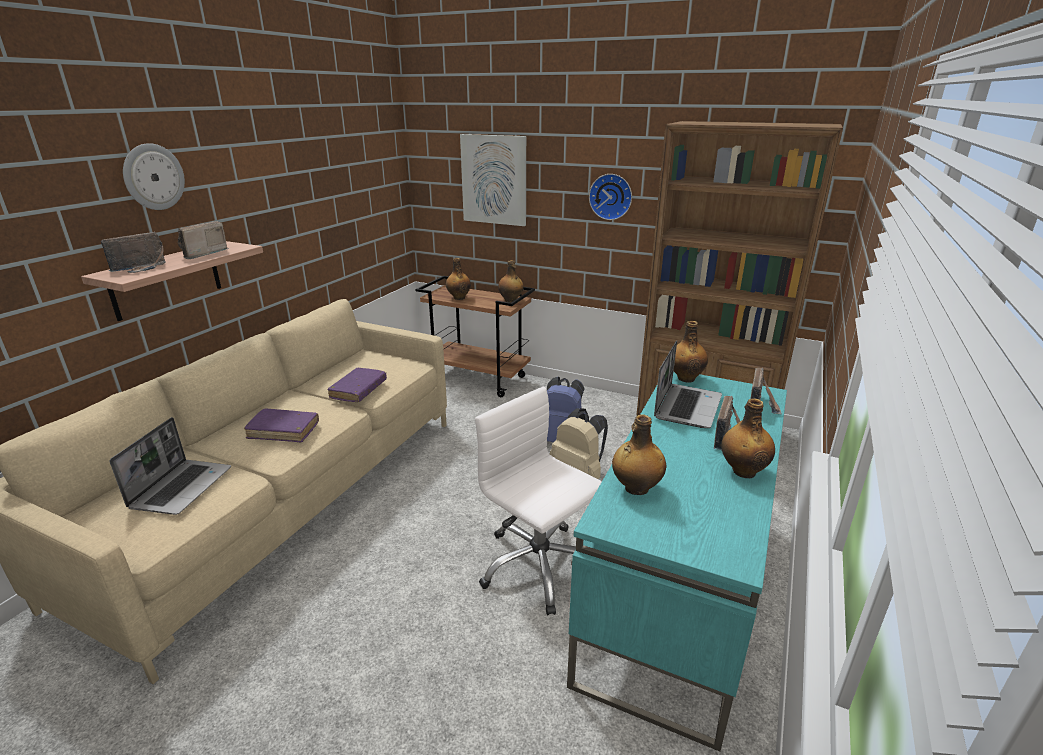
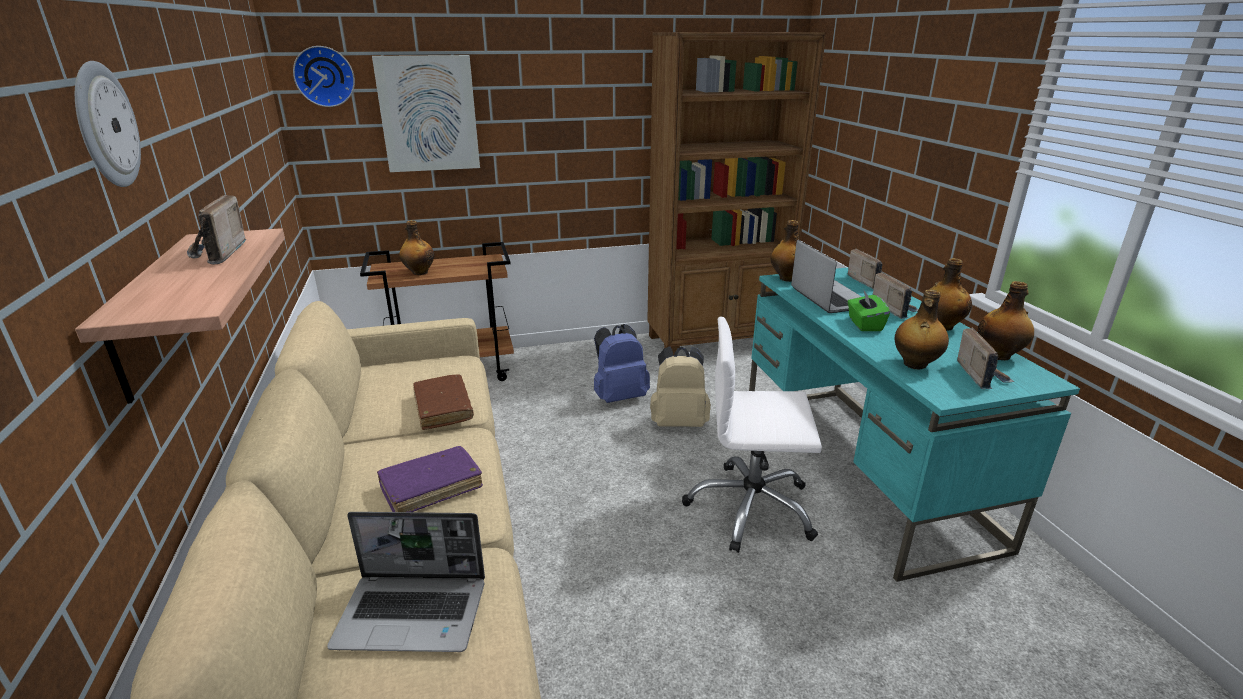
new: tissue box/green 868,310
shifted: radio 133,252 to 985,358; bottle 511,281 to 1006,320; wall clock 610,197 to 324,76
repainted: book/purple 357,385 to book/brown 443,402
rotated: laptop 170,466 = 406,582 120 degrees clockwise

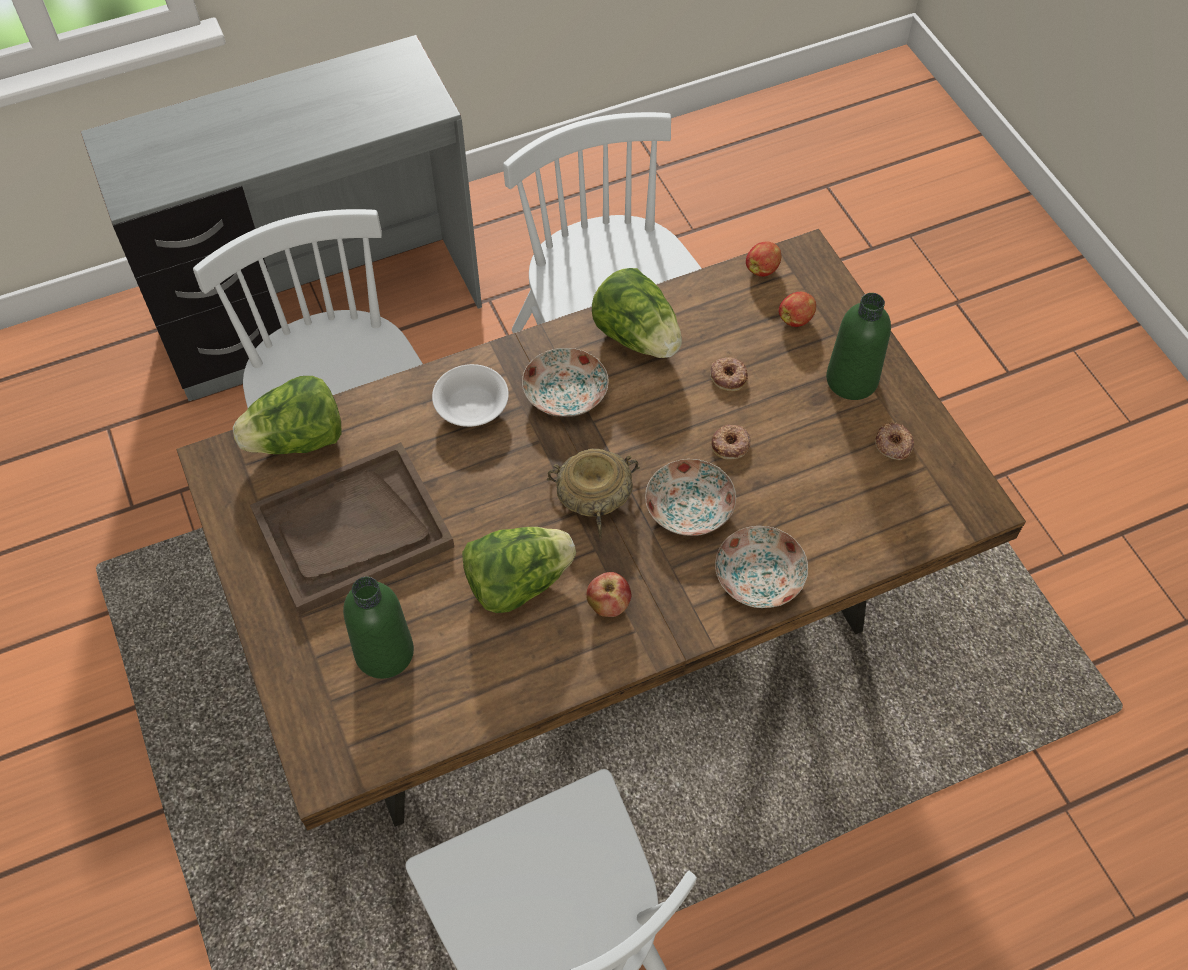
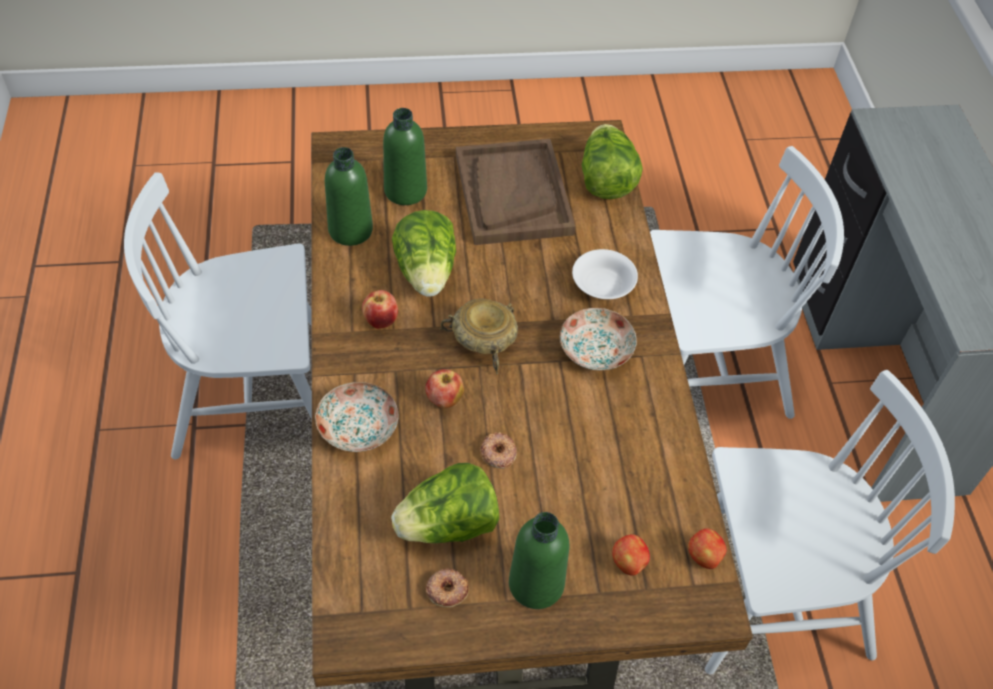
gone: donut 729,374
new: bottle/green 349,196
shifted: lettuce 637,313 to 445,503
swapped: plate 690,497 to apple 444,388

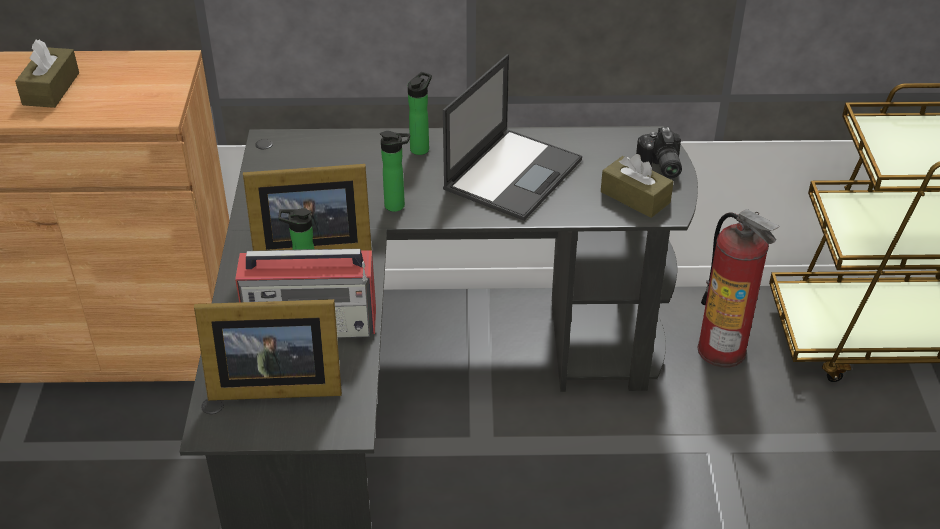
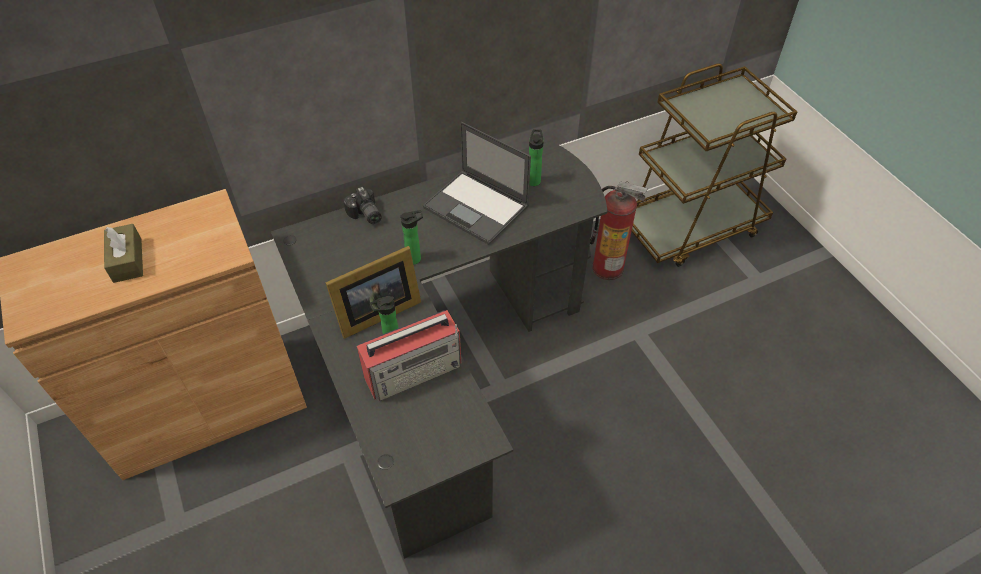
gone: picture frame 268,350; tissue box/brown 637,186
shifted: bottle 420,113 to 536,157; photo camera 659,152 to 362,205
rotated: laptop 512,137 = 477,183 120 degrees clockwise

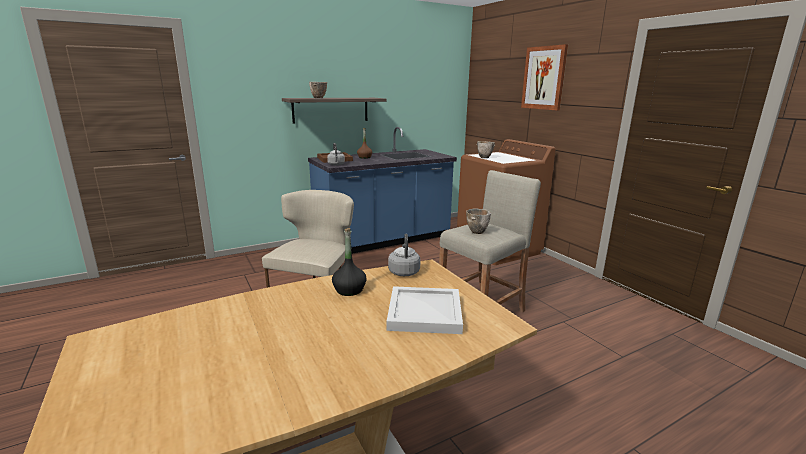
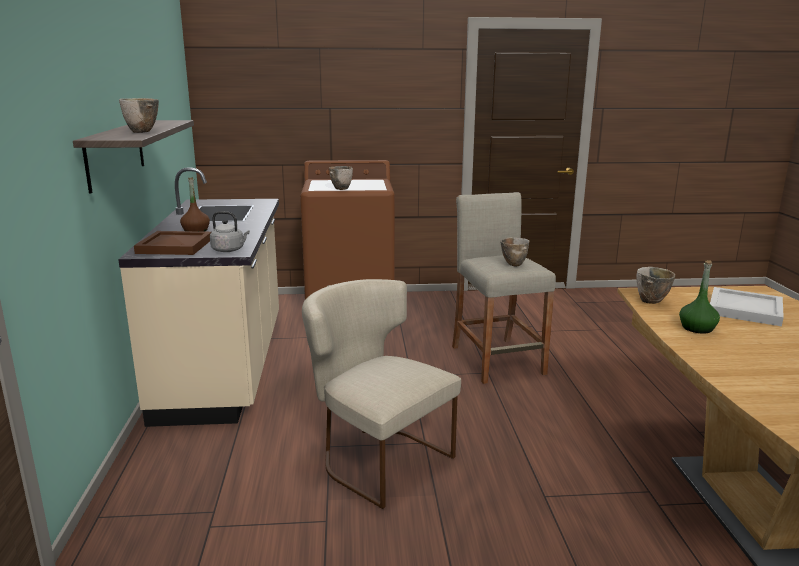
gone: picture 544,77
swapped: kettle/grey 404,255 to bowl 655,285
repainted: counter/blue 382,190 to counter/beige 198,297; bottle/black 349,262 to bottle/green 699,297

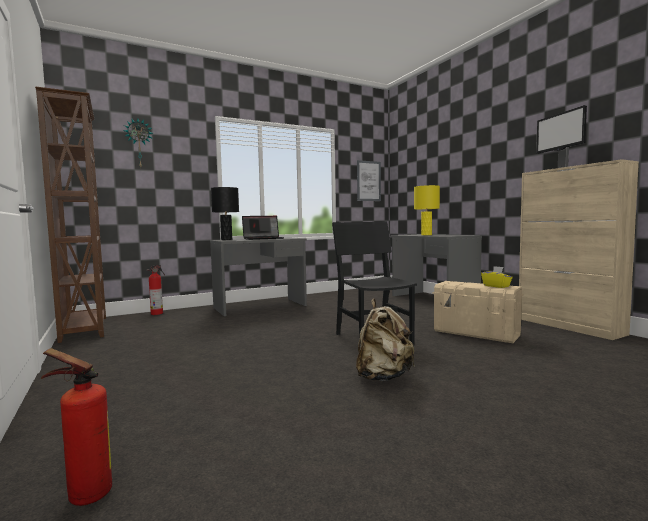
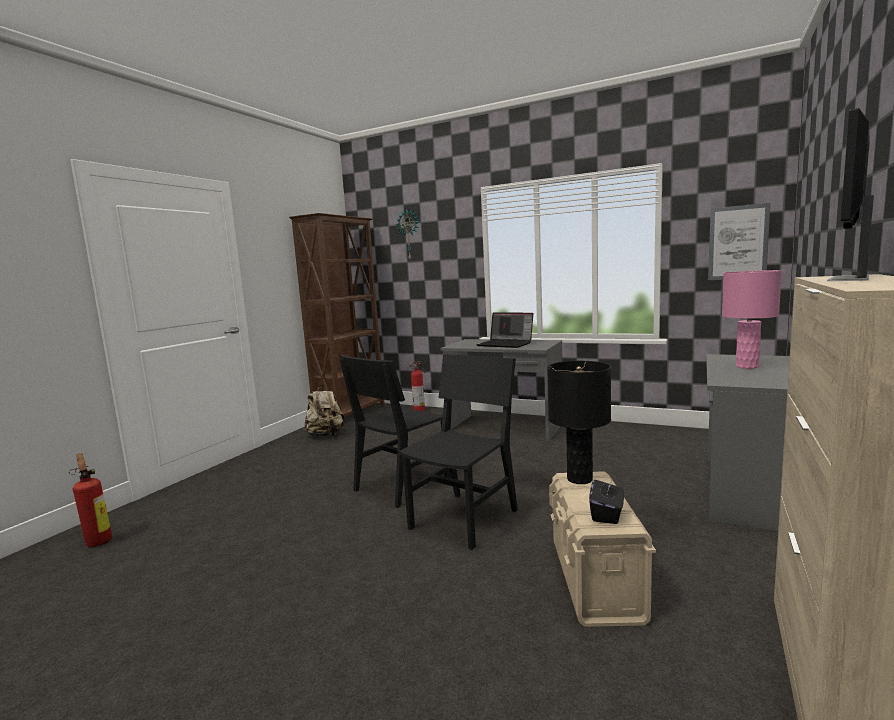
new: chair/black 394,431
shifted: table lamp/black 225,213 to 579,422; backpack/beige 385,340 to 323,411
repainted: table lamp/yellow 427,210 to table lamp/pink 752,319; tissue box/yellow 497,277 to tissue box/black 606,501

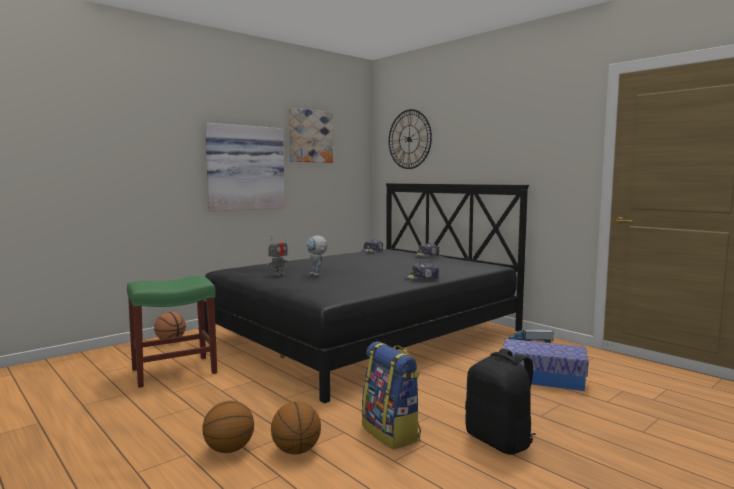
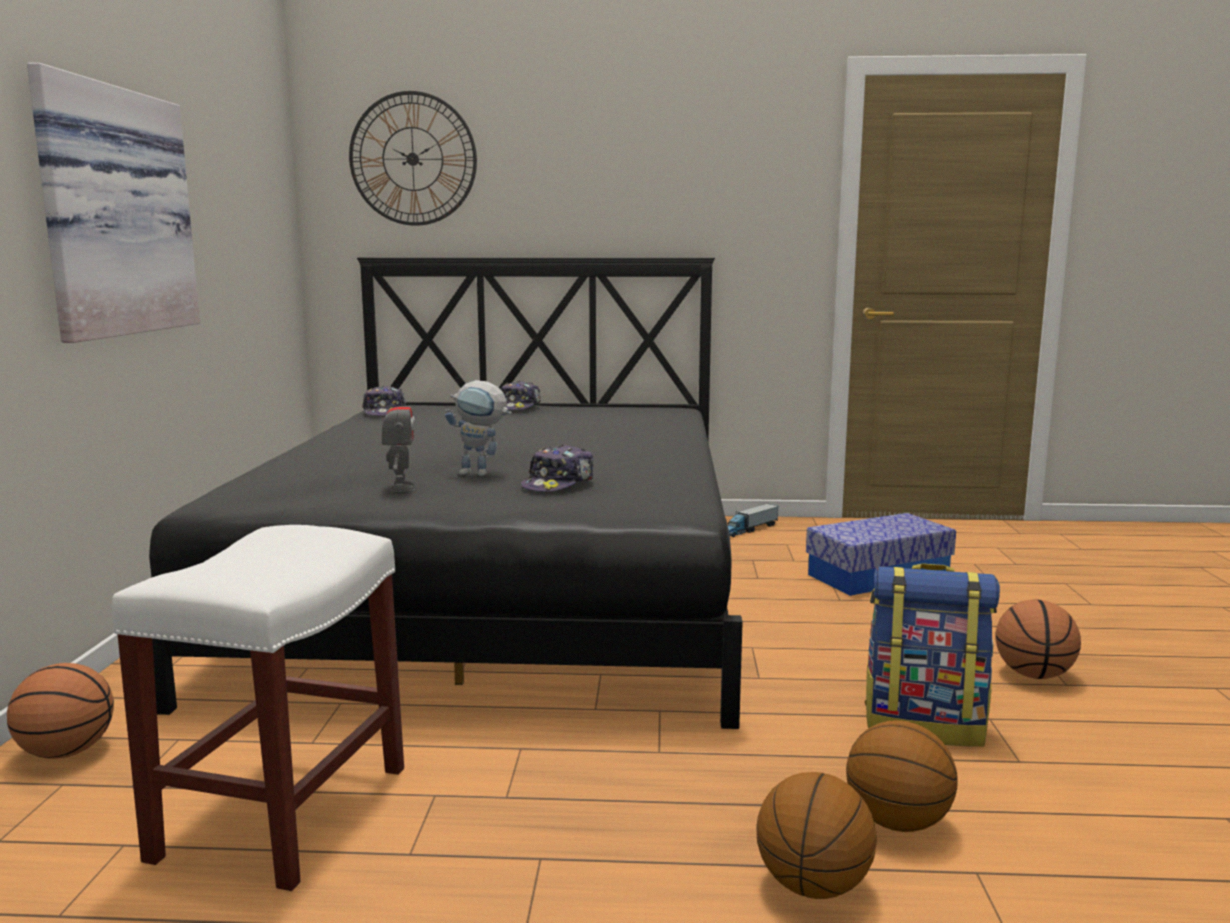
gone: picture 311,135
shifted: cap 421,271 to 557,468
swapped: backpack/black 500,402 to basketball 1038,639
repainted: stool/green 172,332 to stool/white 257,708

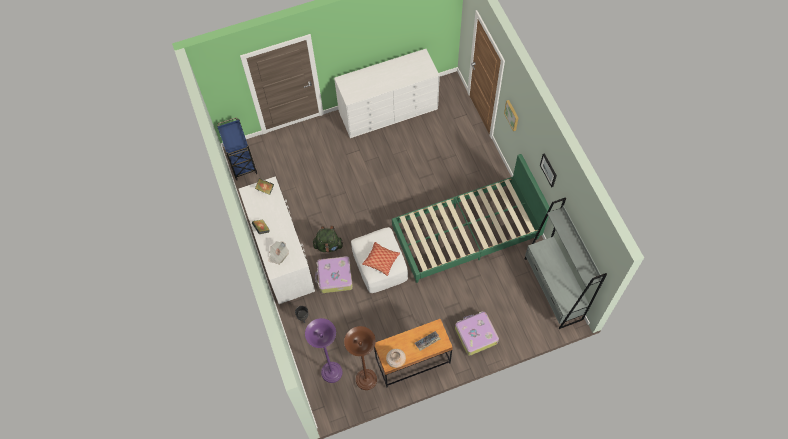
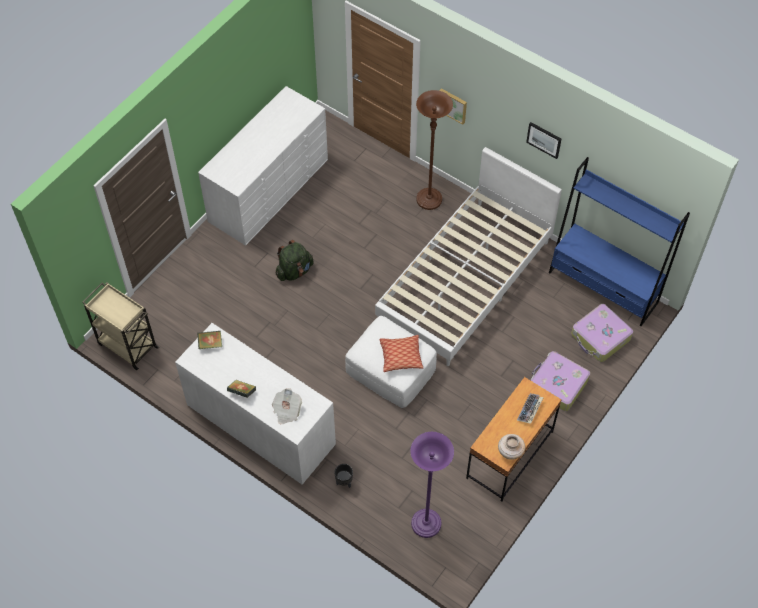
shifted: backpack/green 328,239 to 295,260; suitcase 334,274 to 602,333; floor lamp/brown 360,358 to 434,150
repainted: cart/blue 237,149 to cart/beige 120,326; bed/green 470,218 to bed/white 468,256; bookcase/grey 566,263 to bookcase/blue 619,241

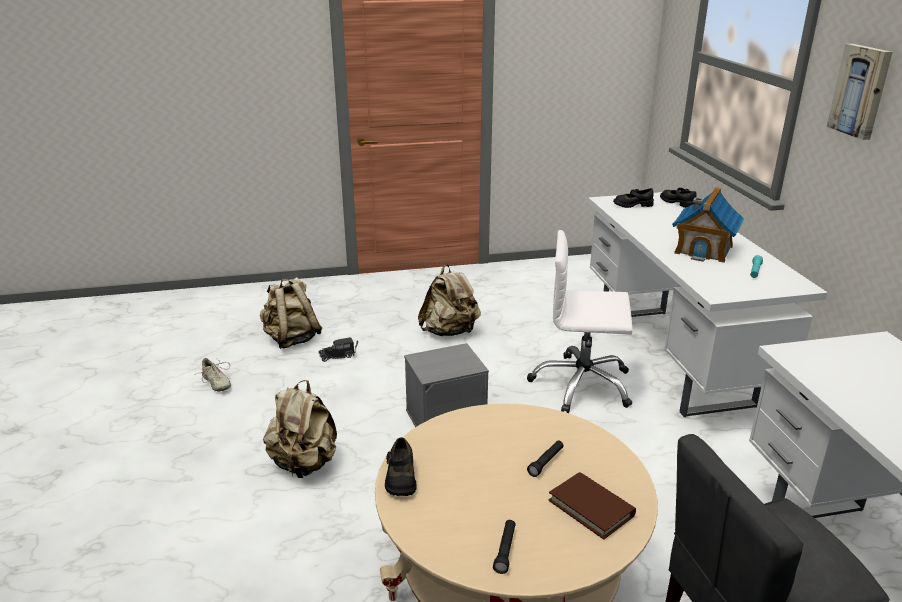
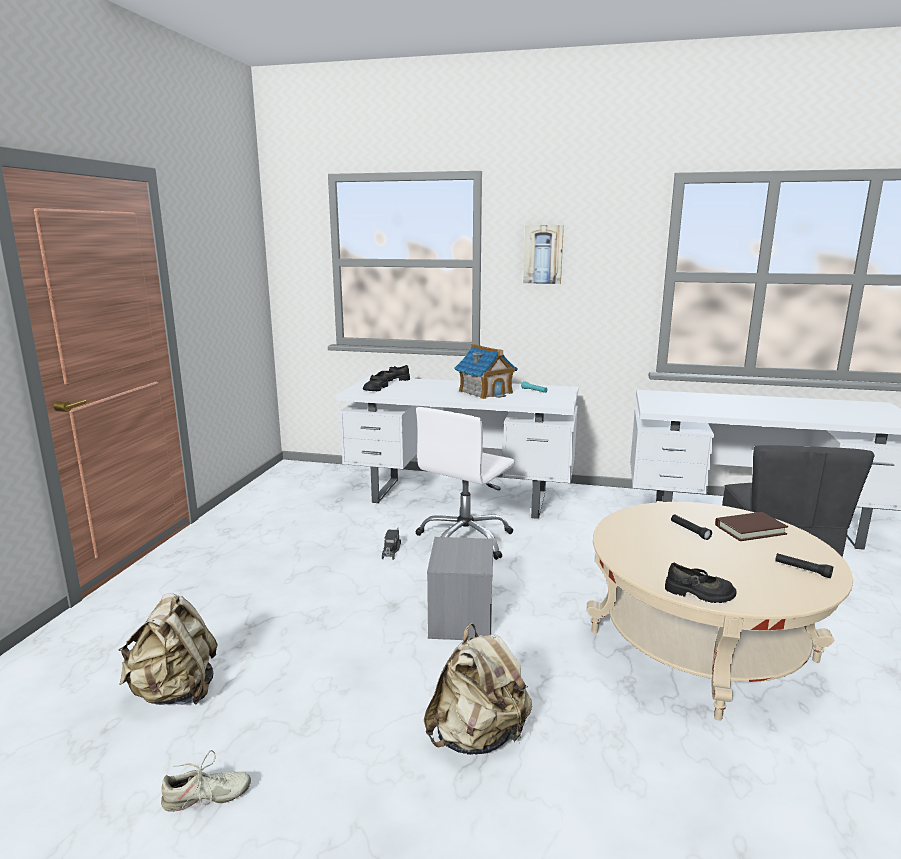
gone: backpack/beige 449,300
shifted: toy truck 338,349 to 391,544

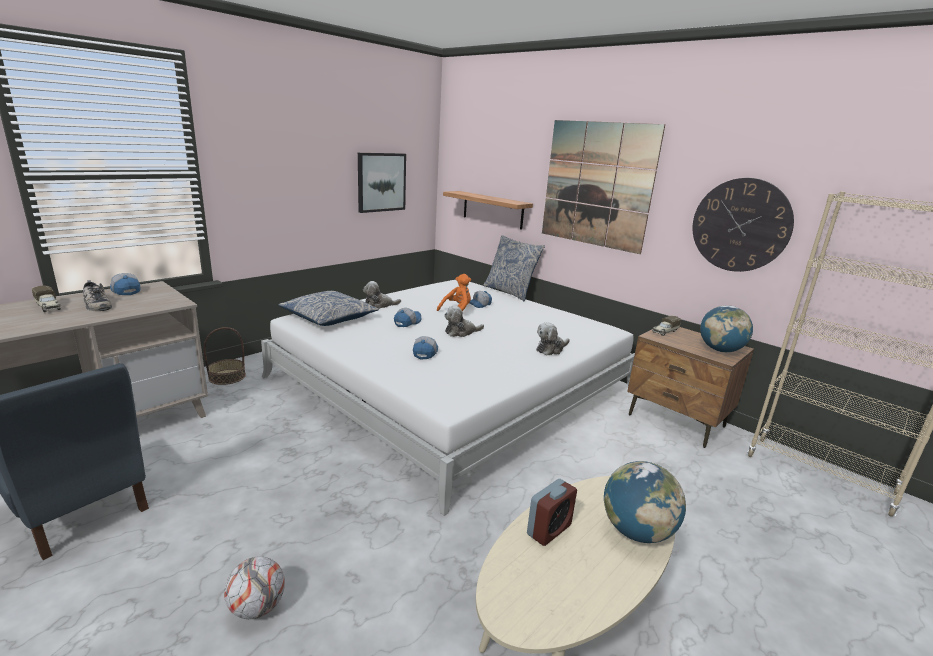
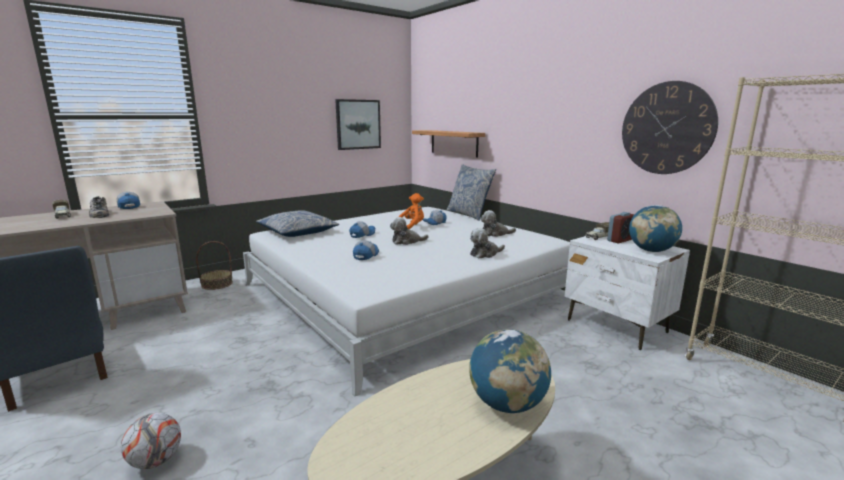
gone: picture 603,187
shifted: plush toy 382,295 to 498,223; alarm clock 552,512 to 620,228
repainted: nightstand/brown 690,387 to nightstand/white 627,293

